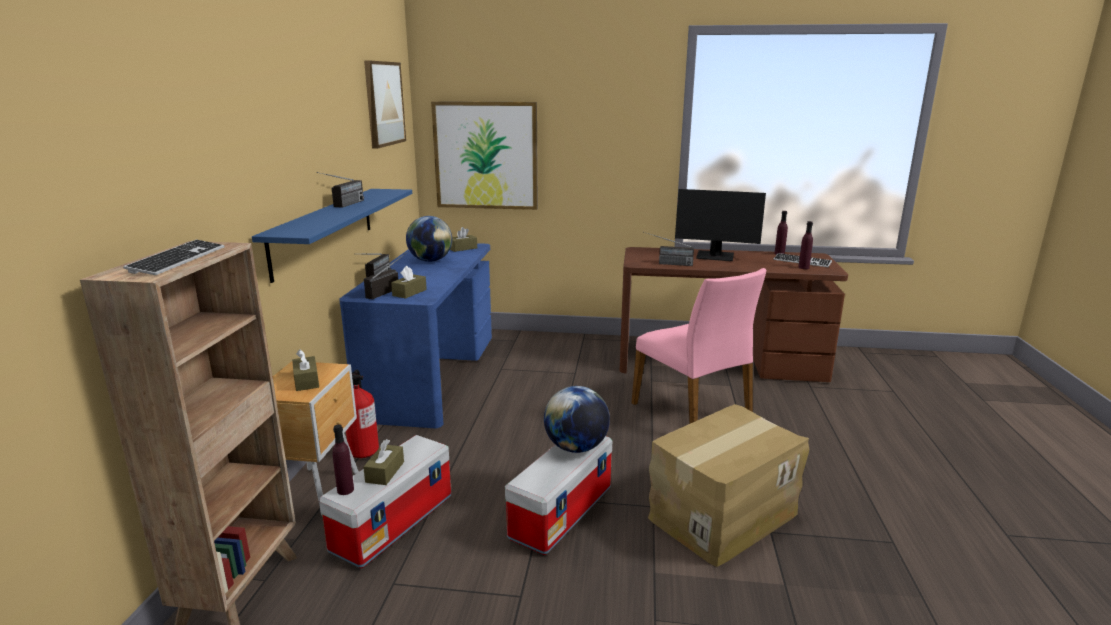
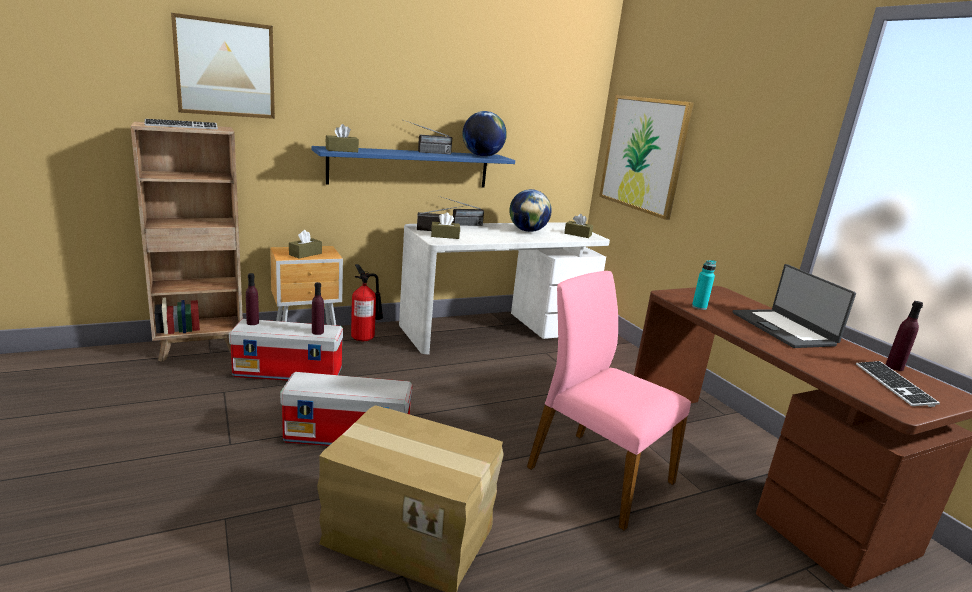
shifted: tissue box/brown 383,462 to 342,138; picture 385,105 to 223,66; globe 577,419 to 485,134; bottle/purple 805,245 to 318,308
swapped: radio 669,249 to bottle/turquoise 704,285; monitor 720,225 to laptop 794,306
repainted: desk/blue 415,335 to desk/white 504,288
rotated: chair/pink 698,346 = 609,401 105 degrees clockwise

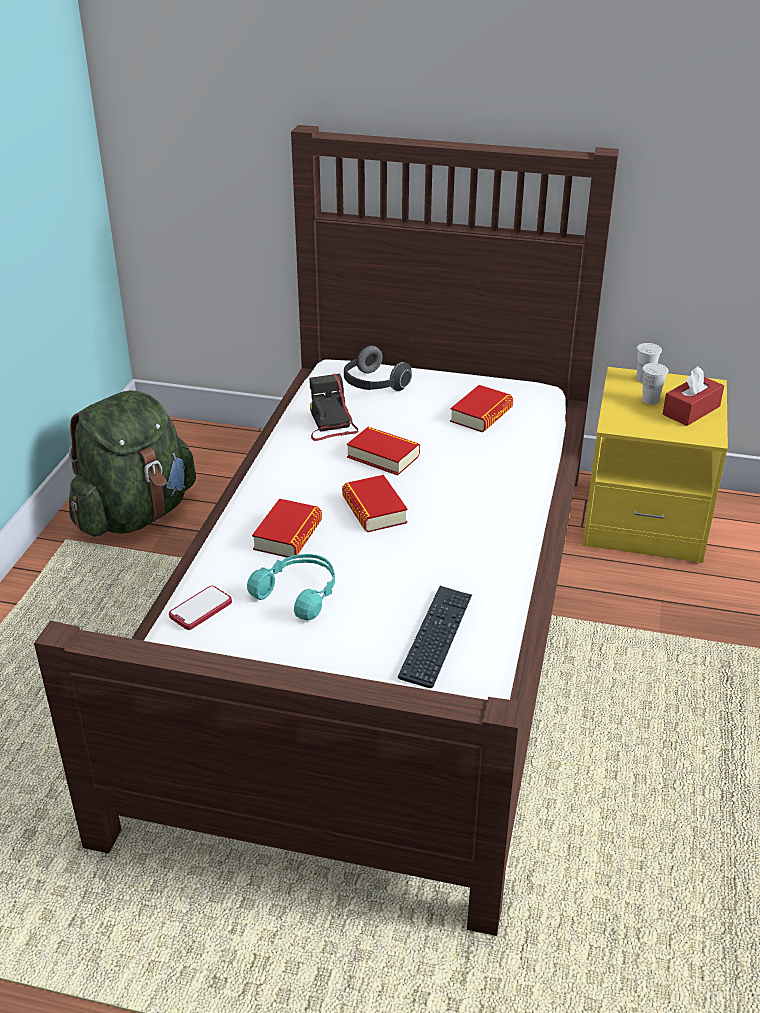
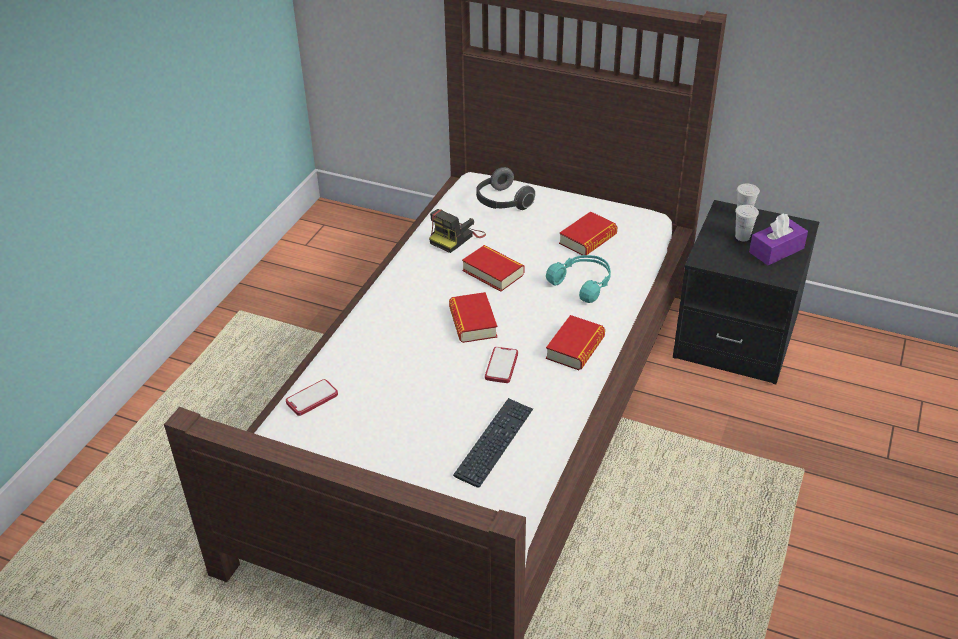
gone: backpack/green 132,463
new: phone 501,365
shifted: headphones/turquoise 291,587 to 578,279; book 287,528 to 575,342
repainted: nightstand/yellow 655,465 to nightstand/black 746,292; tissue box/red 693,396 to tissue box/purple 778,239
rotated: photo camera 334,407 = 457,231 135 degrees counterclockwise

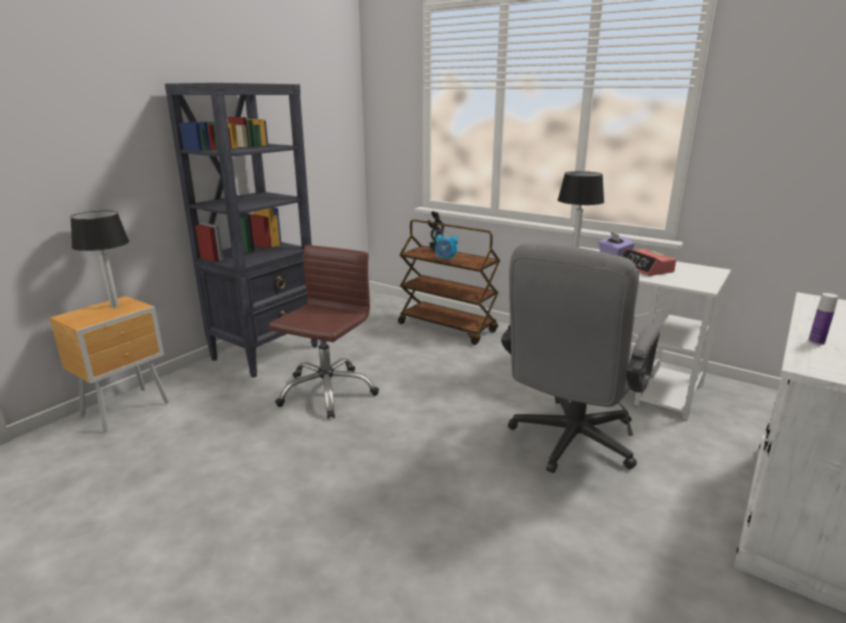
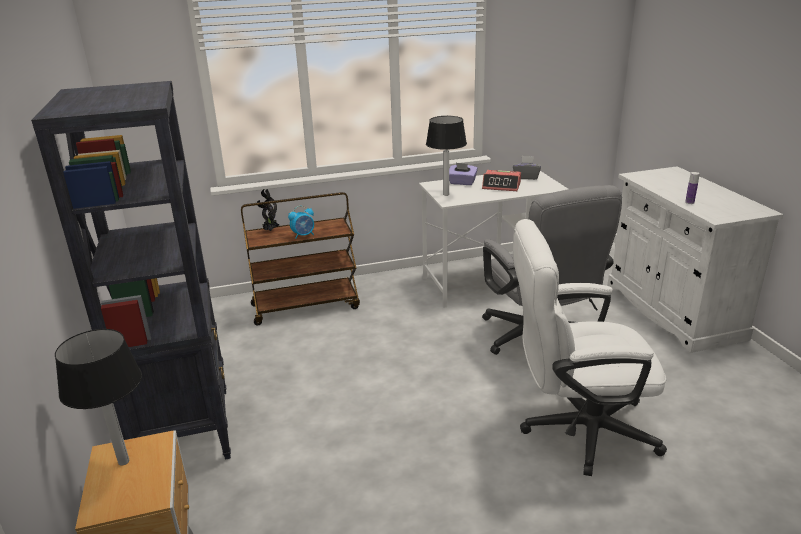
gone: office chair/brown 324,332
new: tissue box/grey 527,168; office chair/white 590,347

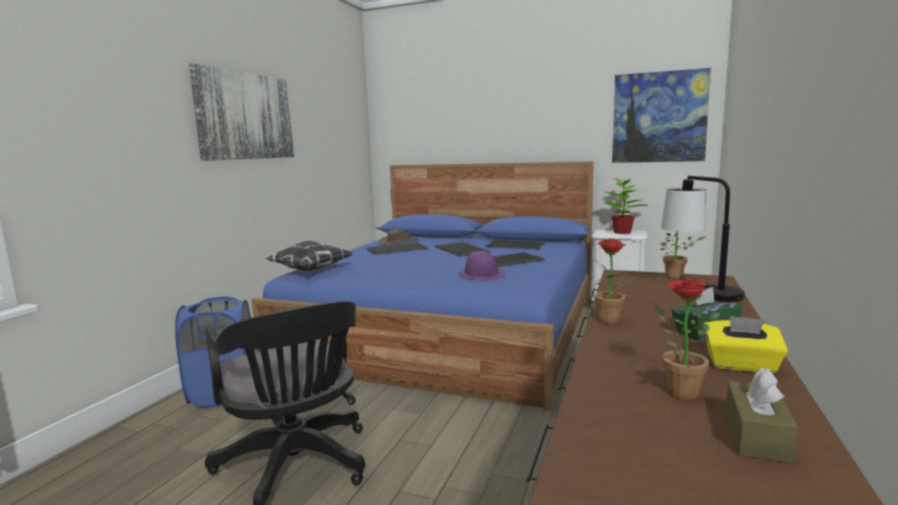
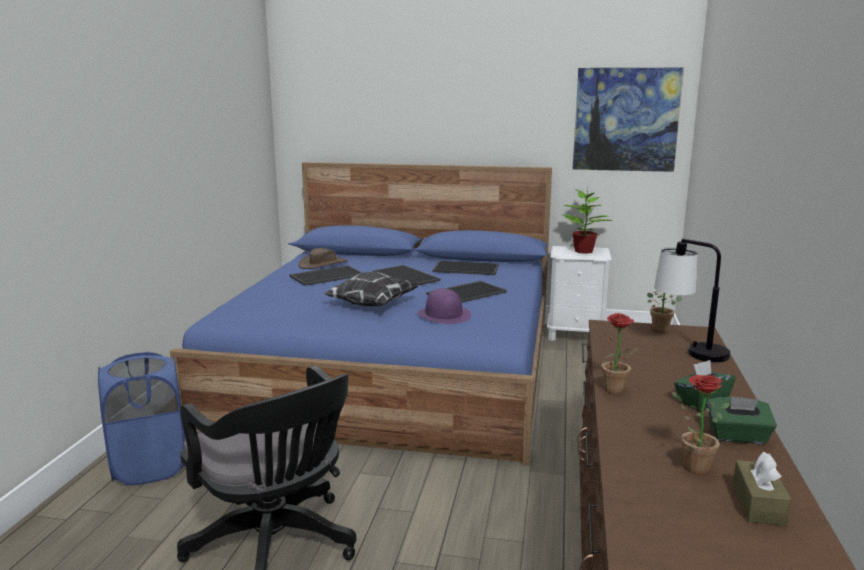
gone: picture 241,112
shifted: pillow 309,256 to 371,289
repainted: tissue box/yellow 746,344 to tissue box/green 742,420

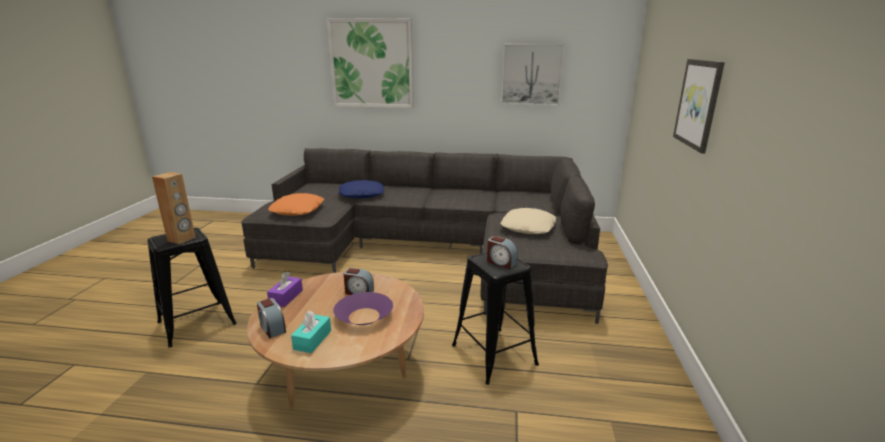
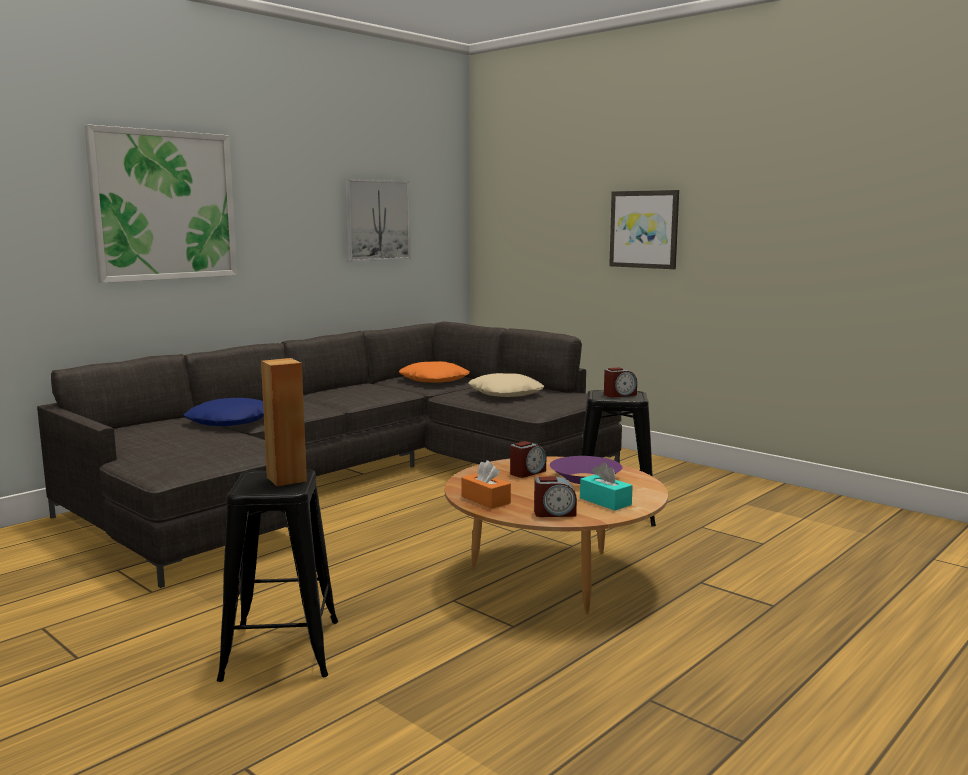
shifted: pillow/orange 296,204 to 434,372
repainted: tissue box/purple 285,289 to tissue box/orange 486,484

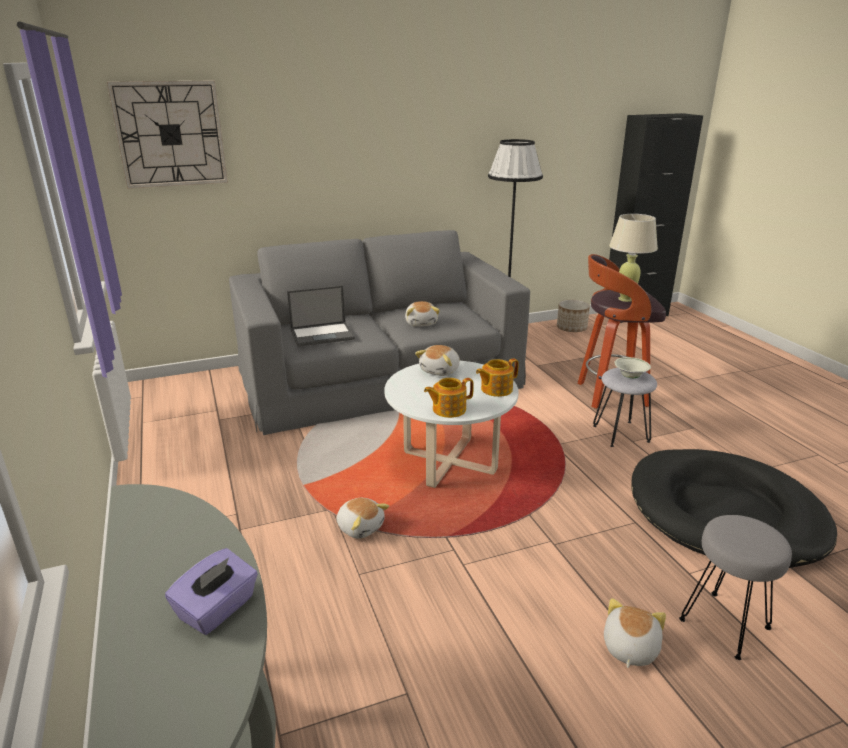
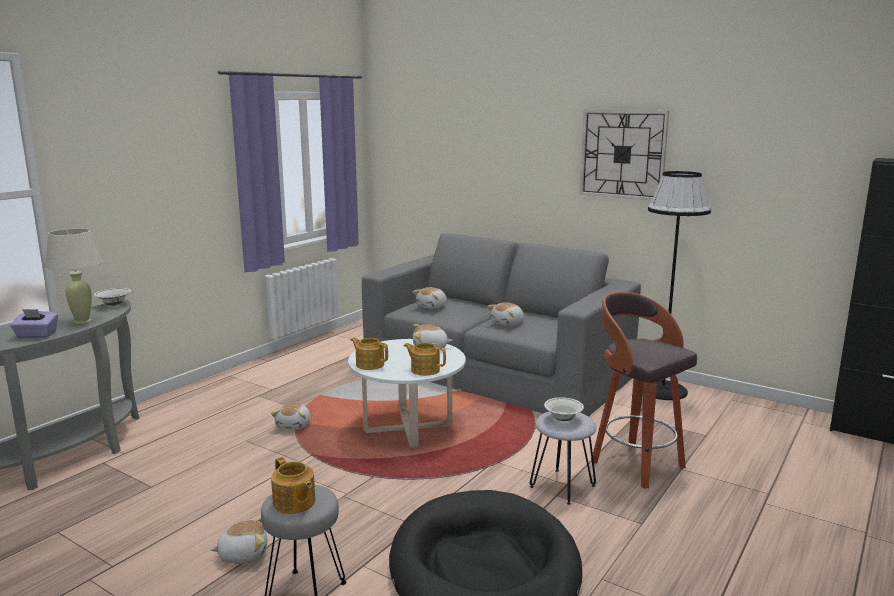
gone: planter 573,316
new: bowl/white 112,297; teapot 293,485
shifted: wall clock 167,135 to 624,155; table lamp/beige 633,258 to 73,276
swapped: laptop 321,316 to plush toy 430,298

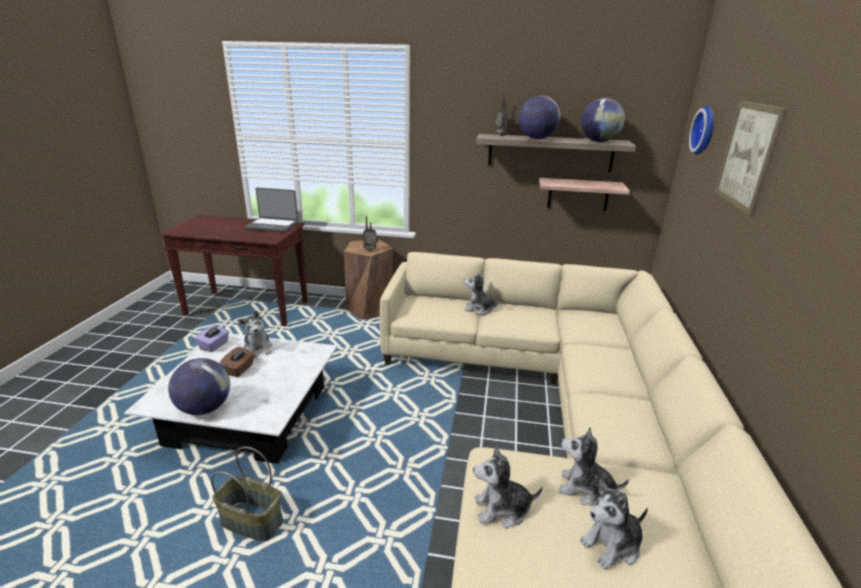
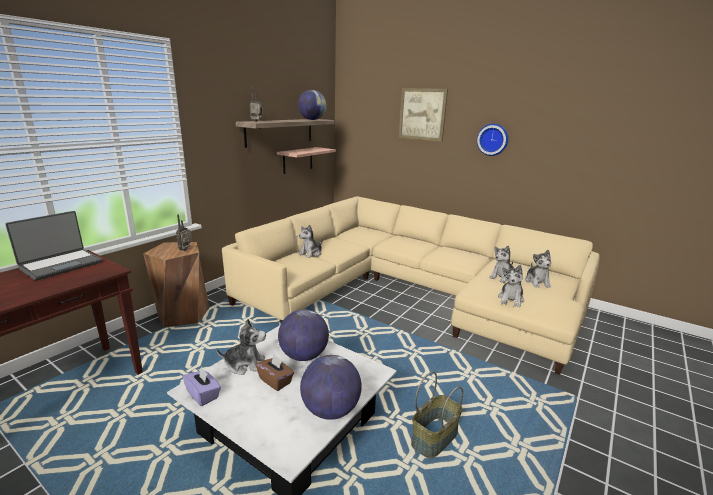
shifted: globe 540,117 to 303,335; wall clock 702,130 to 492,140

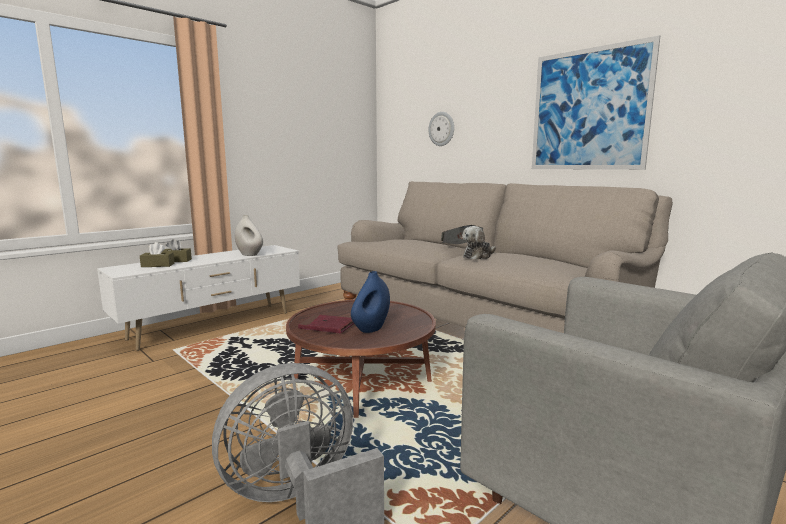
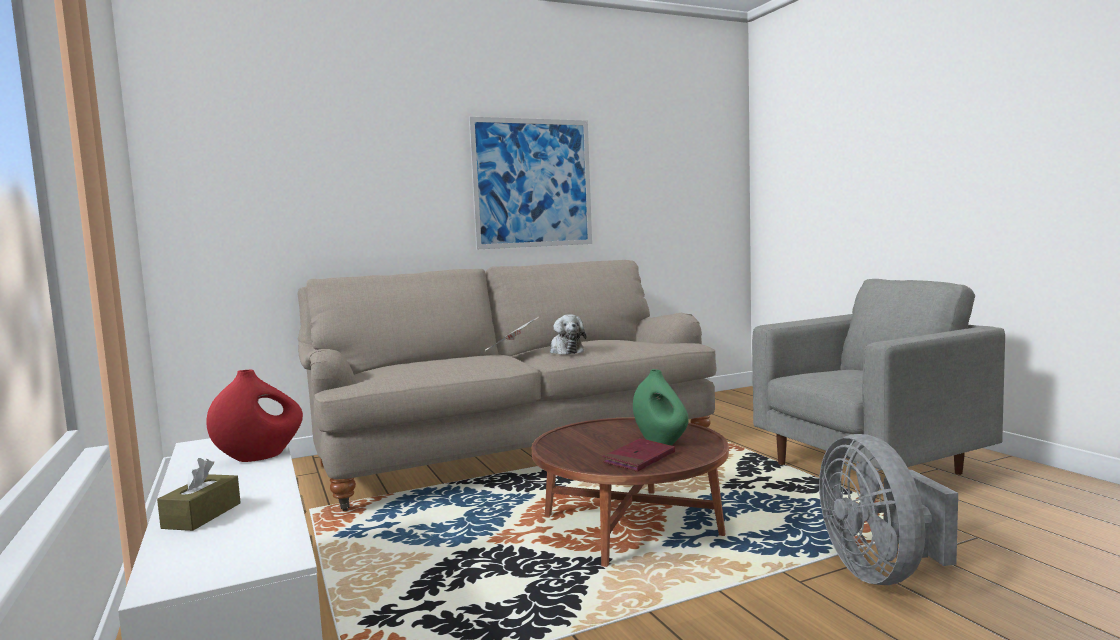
gone: tissue box/brown 157,254; wall clock 441,129
repainted: vase/white 249,235 to vase/red 254,416; vase/blue 370,302 to vase/green 661,407

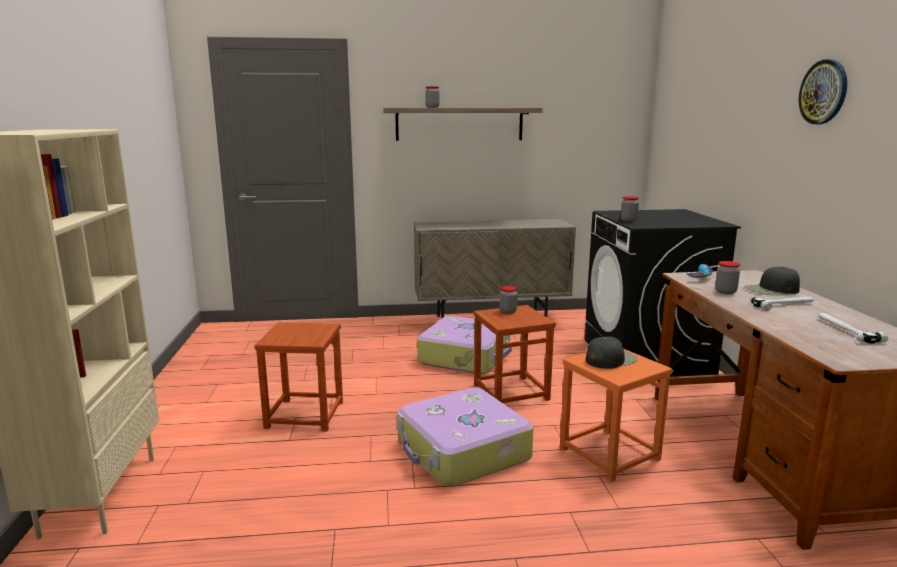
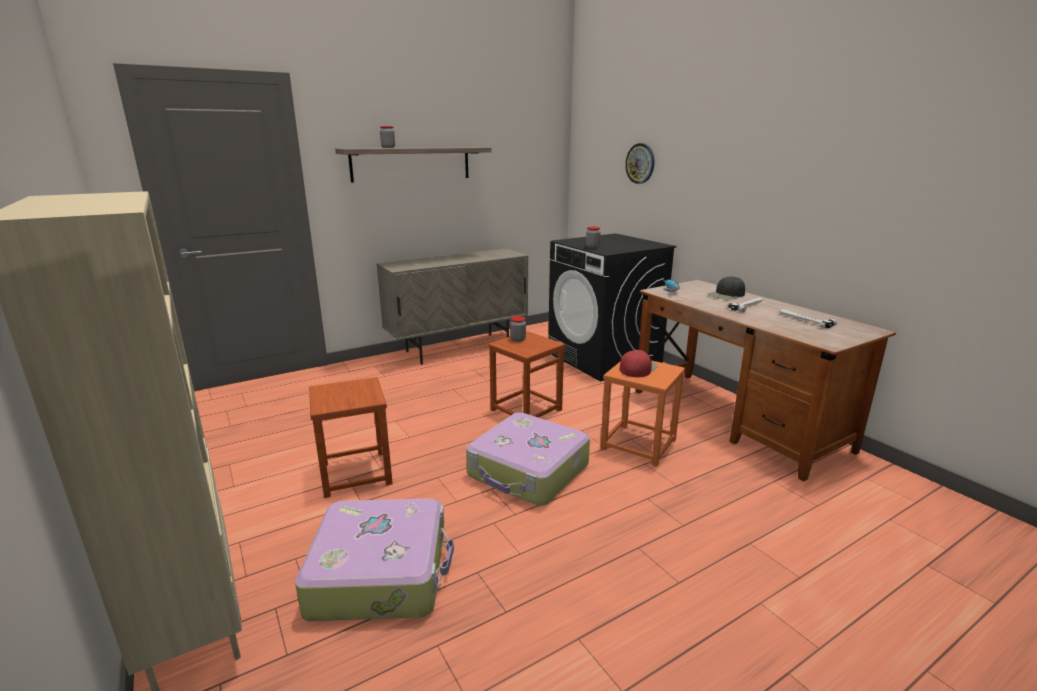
gone: jar 727,277
shifted: suitcase 464,345 to 374,560; wall clock 822,91 to 639,163
repainted: cap/black 611,353 to cap/red 639,363

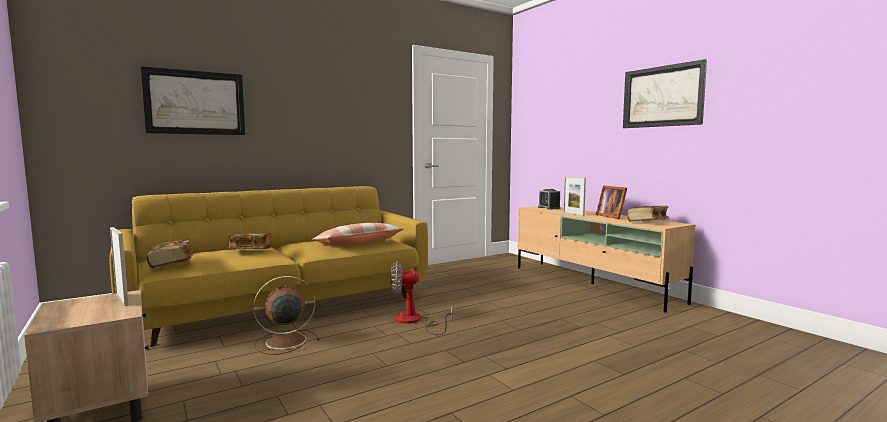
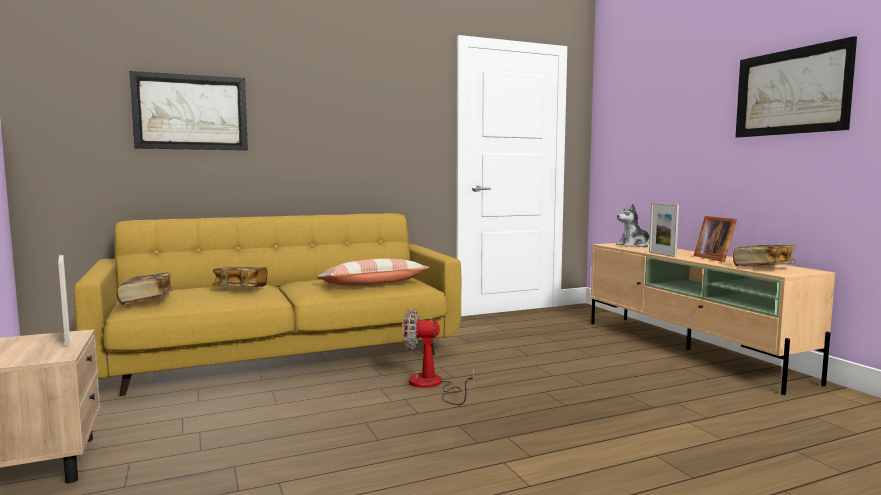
gone: fan/brown 286,315
swapped: alarm clock 549,199 to plush toy 633,225

